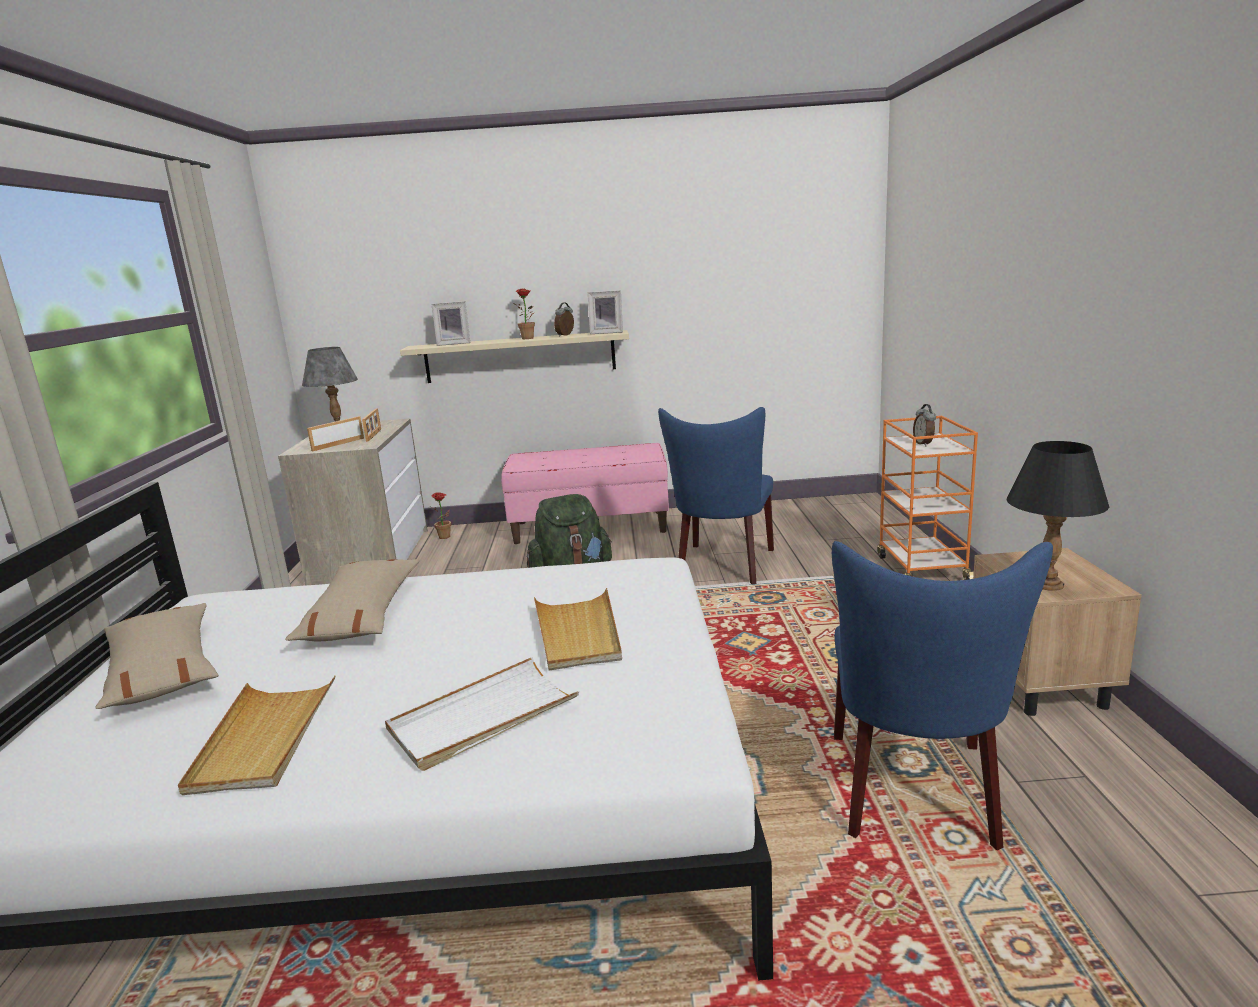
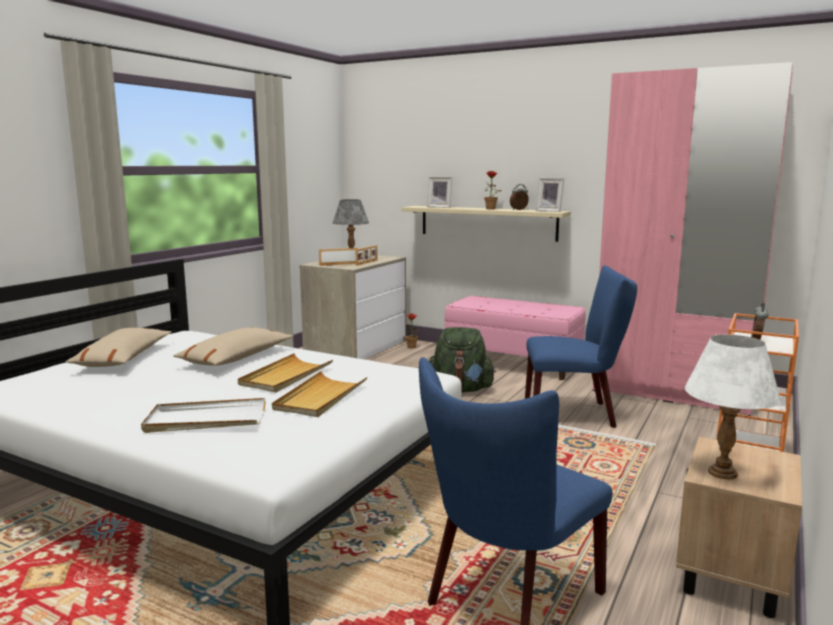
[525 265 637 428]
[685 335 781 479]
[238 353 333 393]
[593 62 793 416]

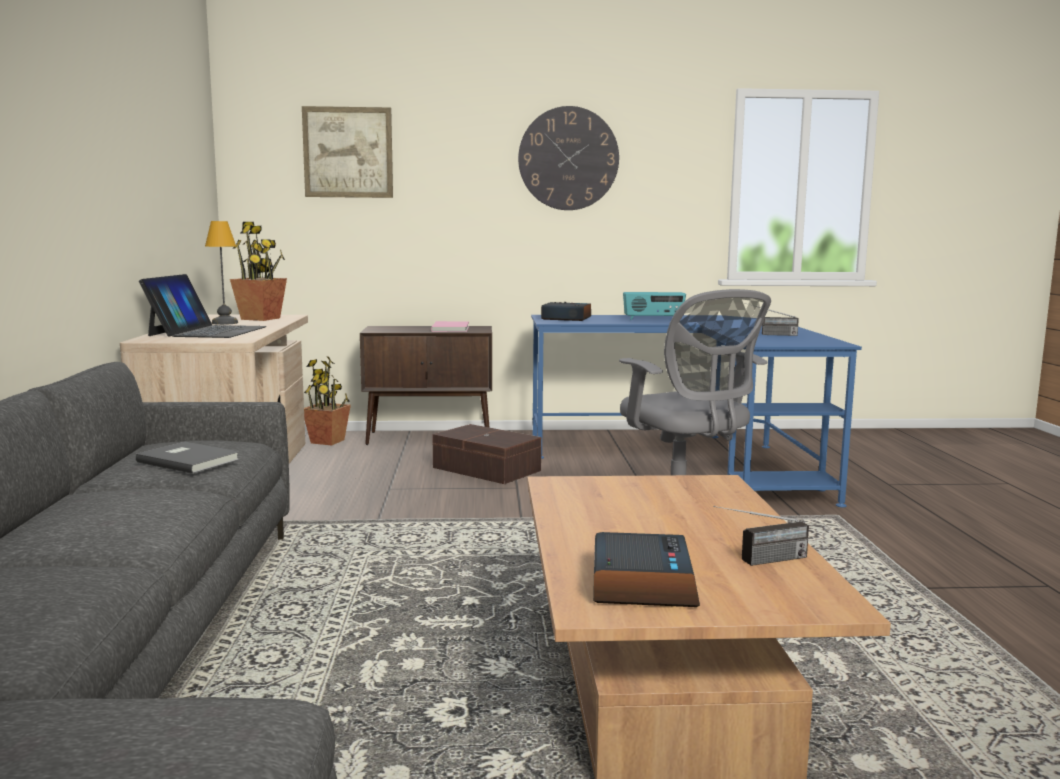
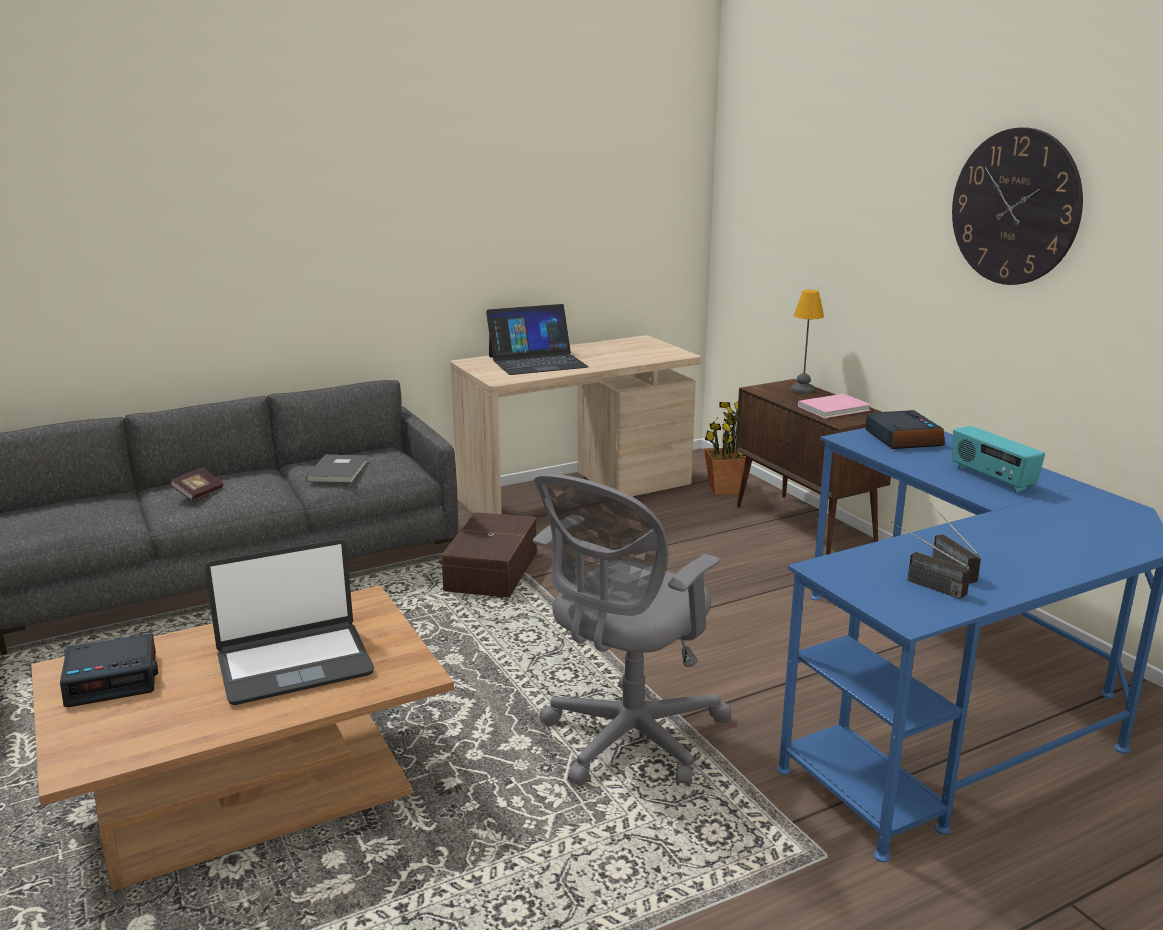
[302 106 393 198] (first image)
[790 290 824 394]
[230 222 287 321] (first image)
[441 512 537 598]
[891 522 971 599]
[170 468 223 500]
[205 539 374 705]

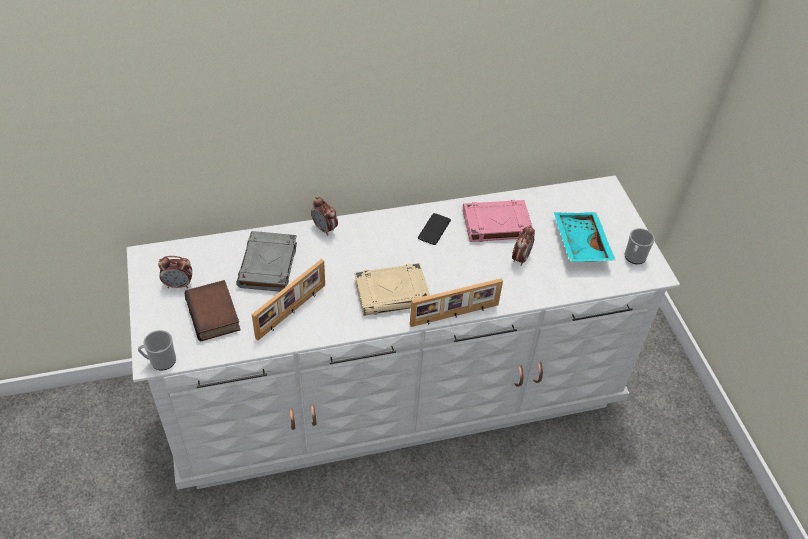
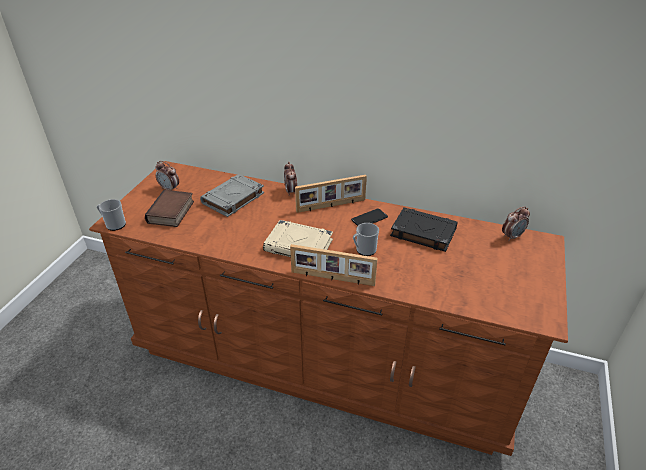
[89 161 568 456]
[390 208 458 252]
[554 212 616 262] (first image)
[502 206 530 241]
[353 223 379 256]
[295 175 367 213]

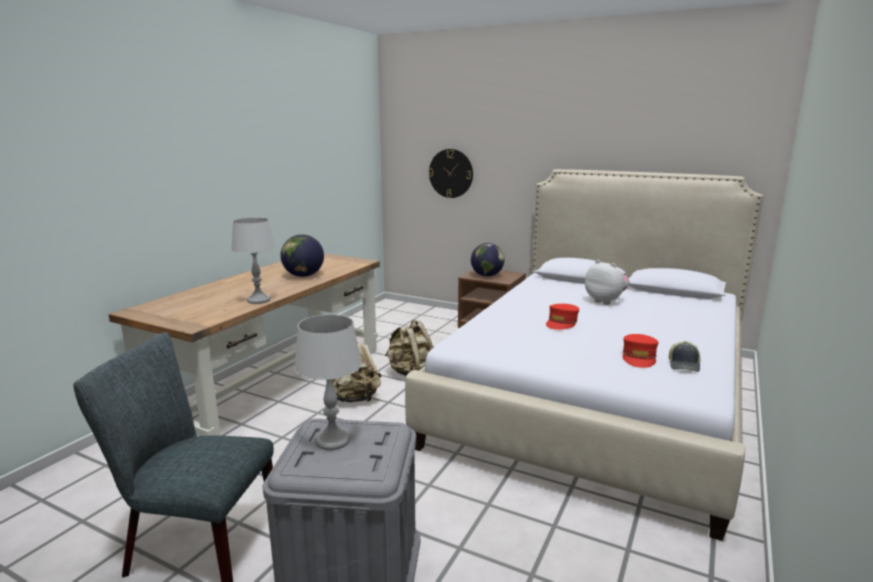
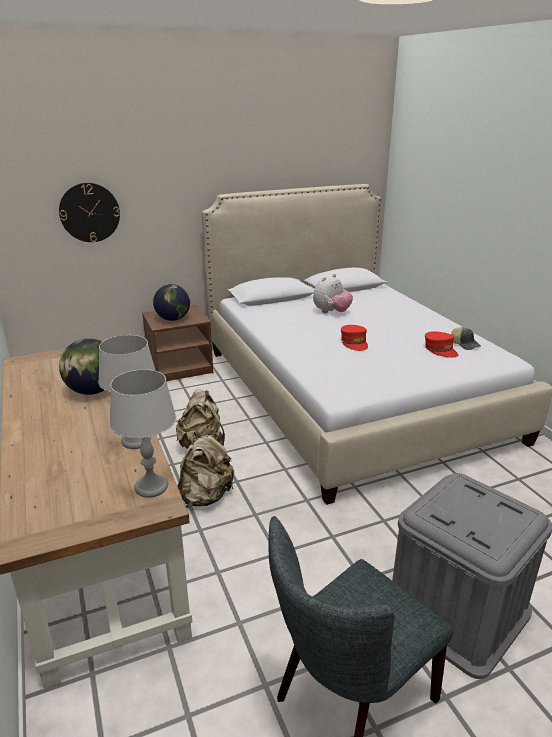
[313 274 353 313]
[109 369 176 498]

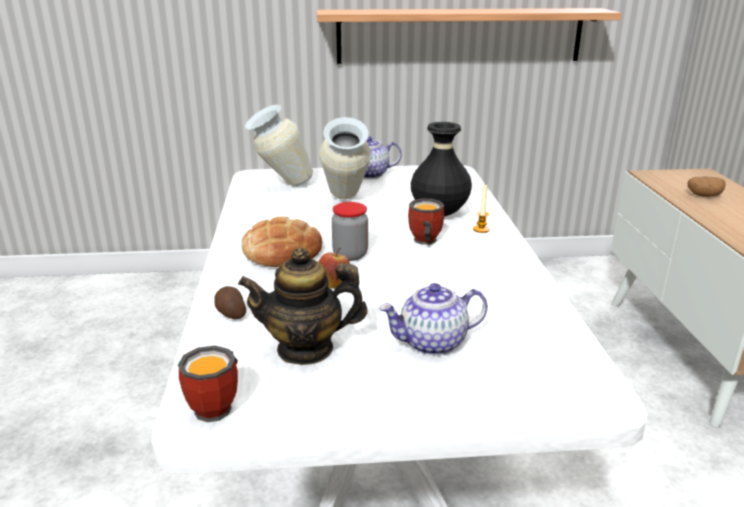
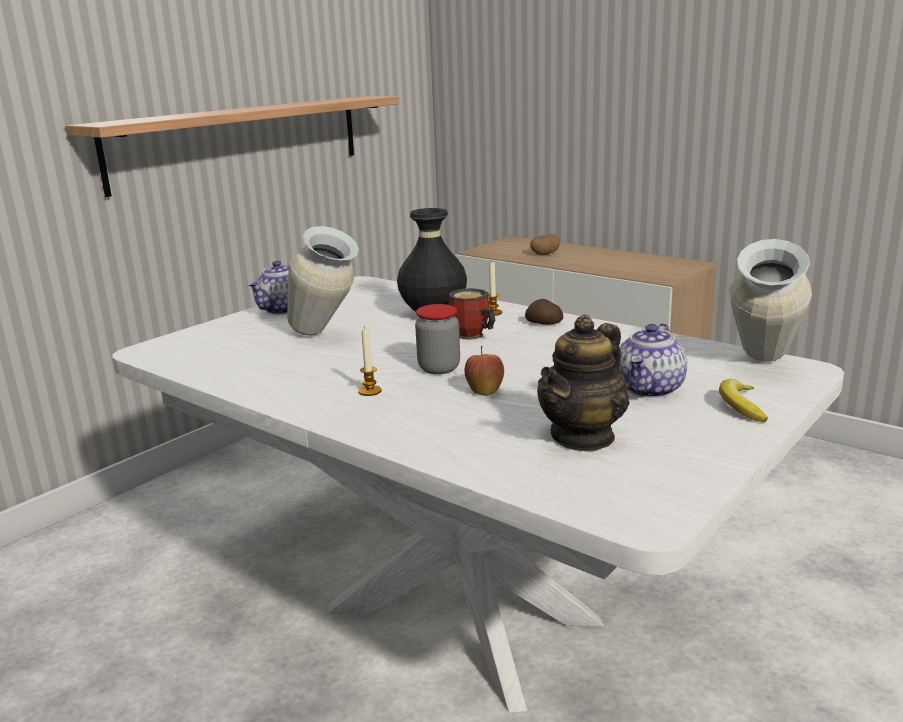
[729 239 812 362]
[358 328 382 396]
[525 299 563 325]
[178 345 238 422] (first image)
[719 379 768 422]

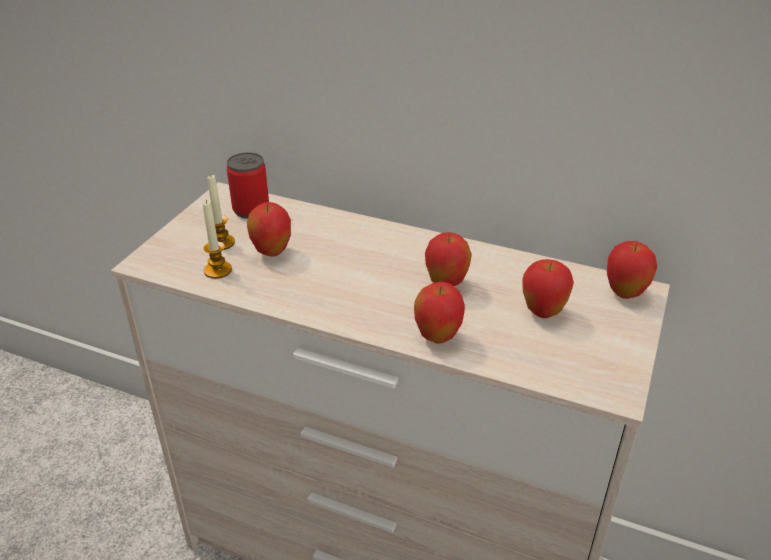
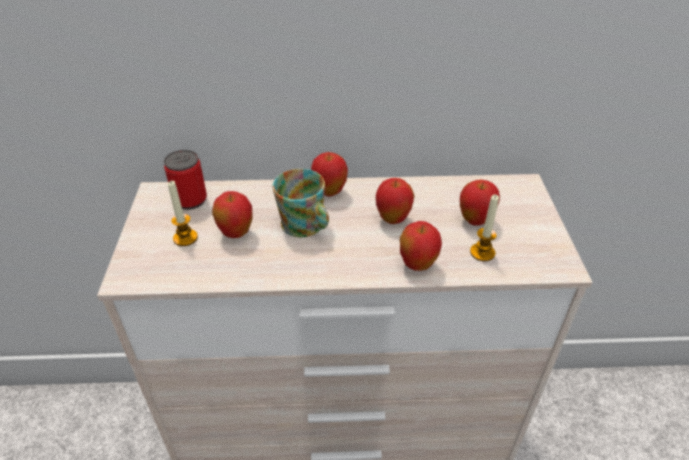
[470 195 499 261]
[311 152 348 197]
[272 169 329 237]

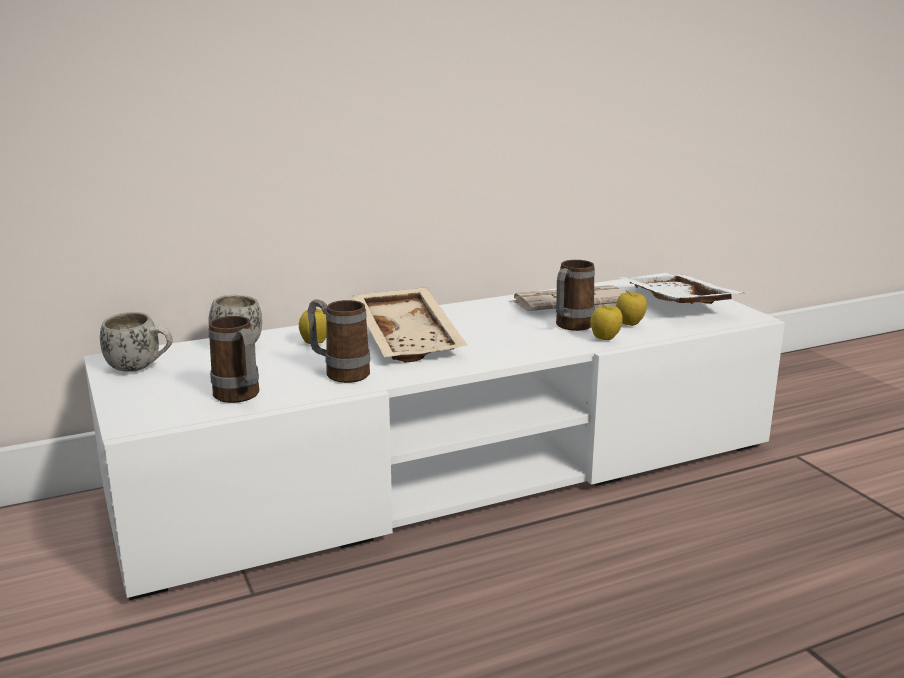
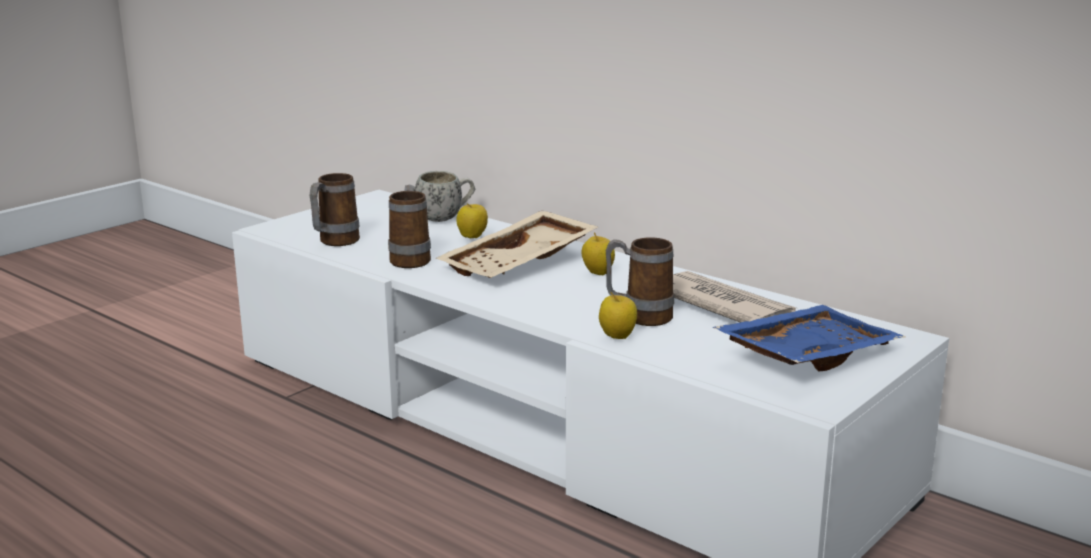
[712 305 906 371]
[581 232 615 275]
[100 312 173 372] (first image)

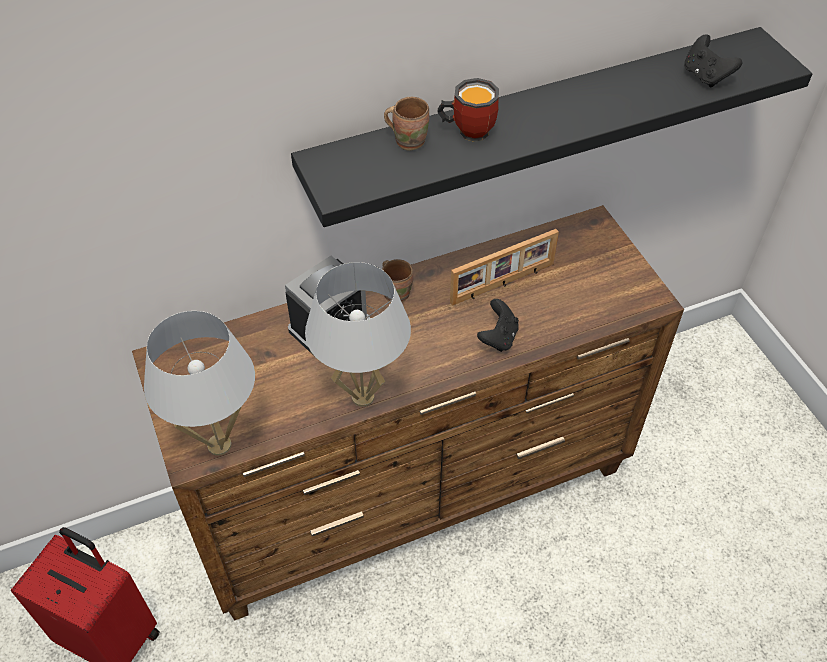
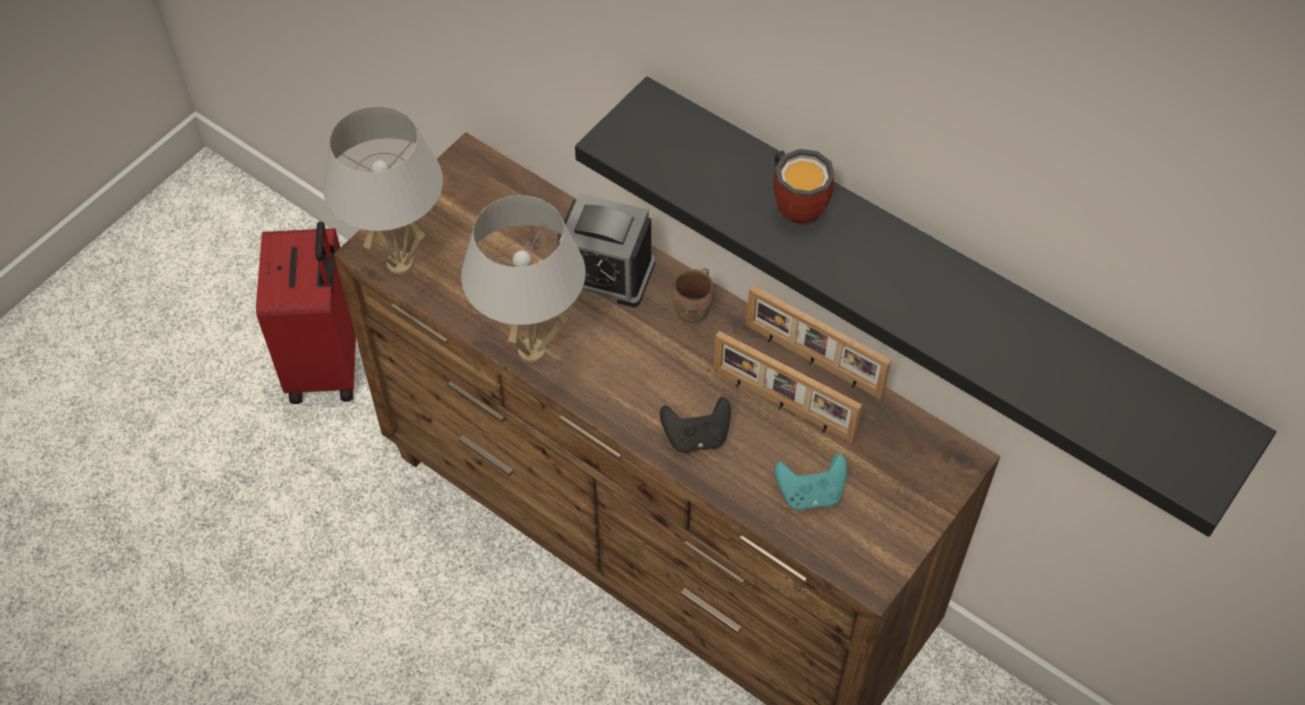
[684 35 742 88] (first image)
[384 97 429 151] (first image)
[746 285 892 400]
[774 453 847 511]

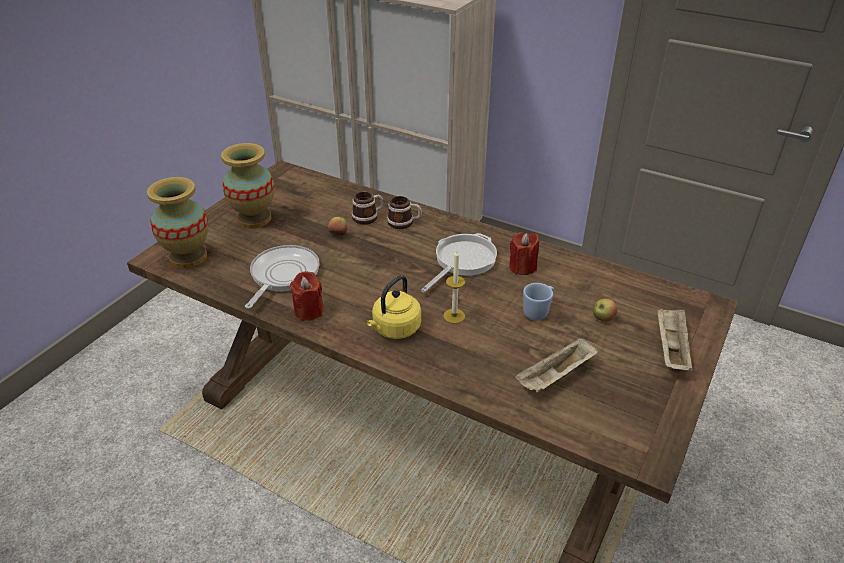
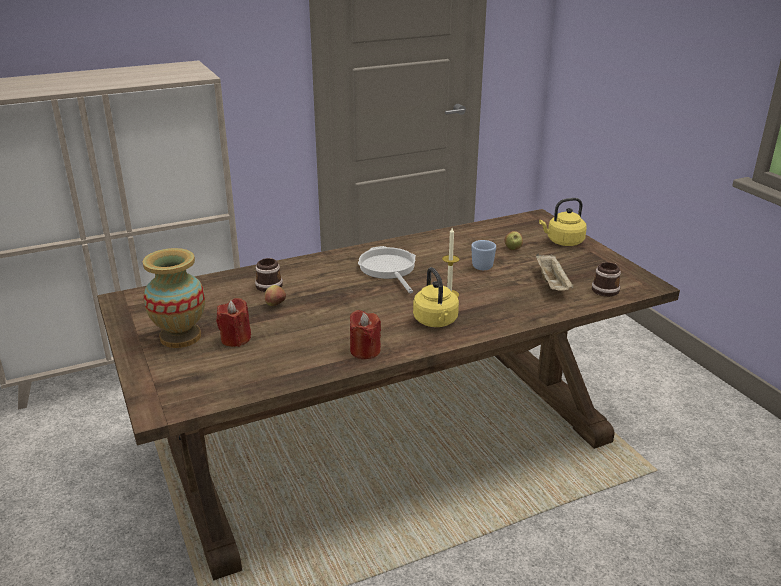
[147 177 209 268] (first image)
[592 262 621 297]
[216 298 251 347]
[245 245 319 309] (first image)
[539 198 587 246]

